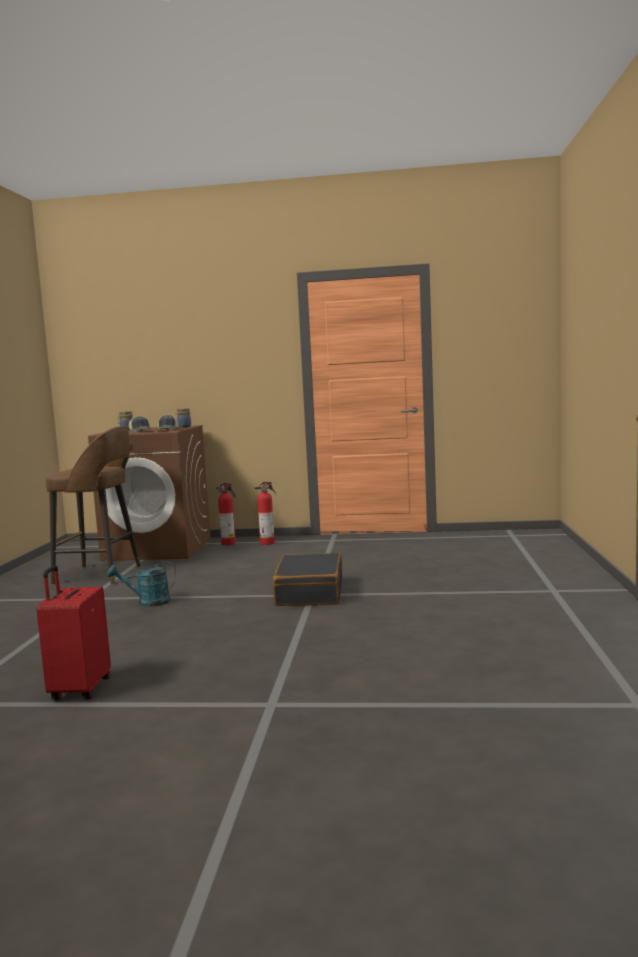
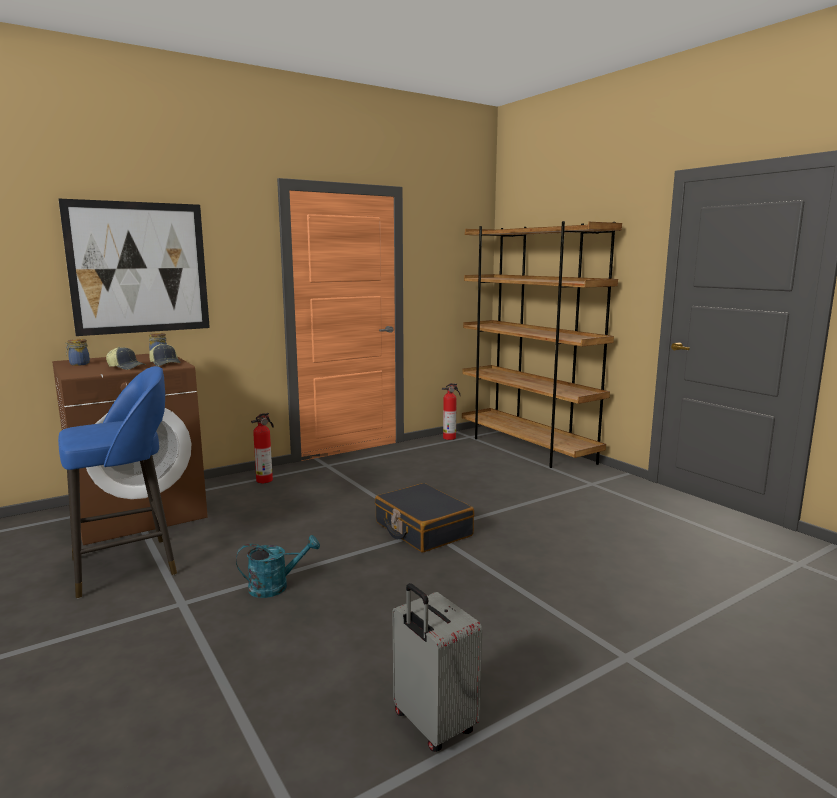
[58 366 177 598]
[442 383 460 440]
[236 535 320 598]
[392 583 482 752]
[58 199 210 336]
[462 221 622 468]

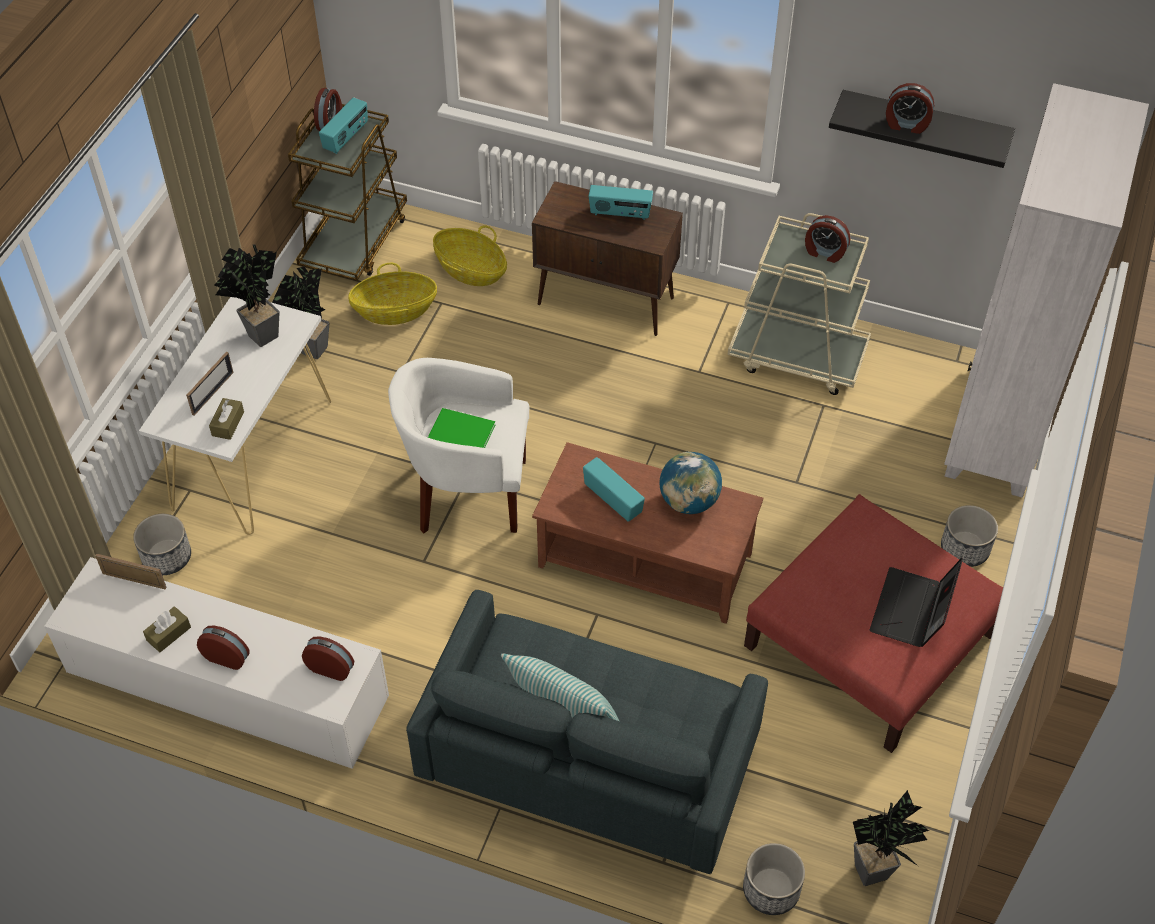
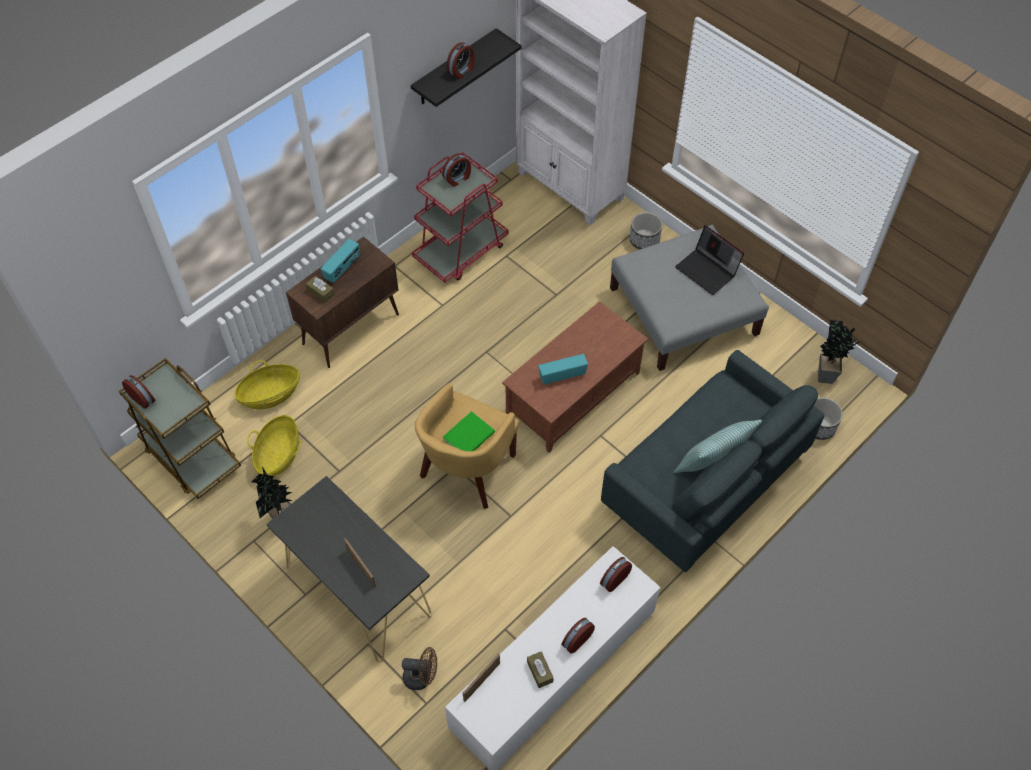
[319 97 368 154] (first image)
[412 152 509 283]
[214 244 280 347] (first image)
[266 476 431 662]
[415 383 519 509]
[306 276 335 303]
[659 452 722 514] (first image)
[610 224 769 371]
[402 647 437 690]

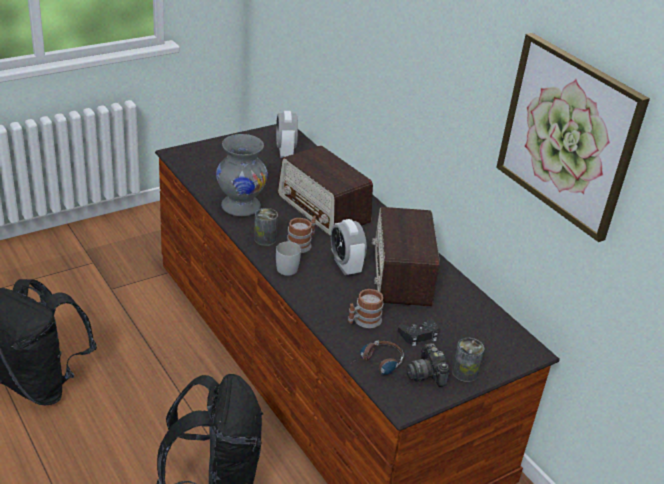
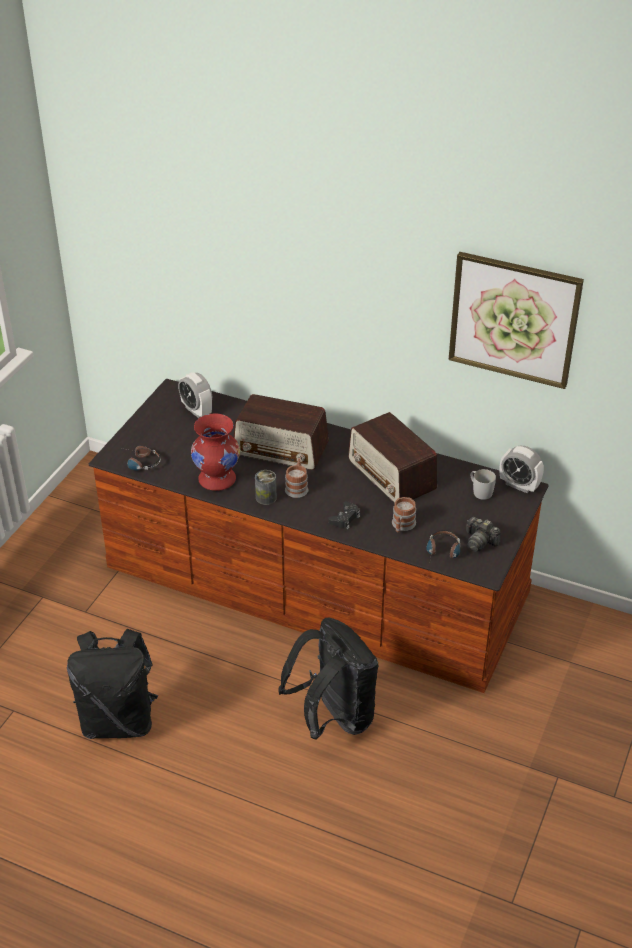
[191 413 240 491]
[500 446 544 493]
[471 469 496 500]
[328 501 360 529]
[452 338 484 382] (first image)
[127 446 161 471]

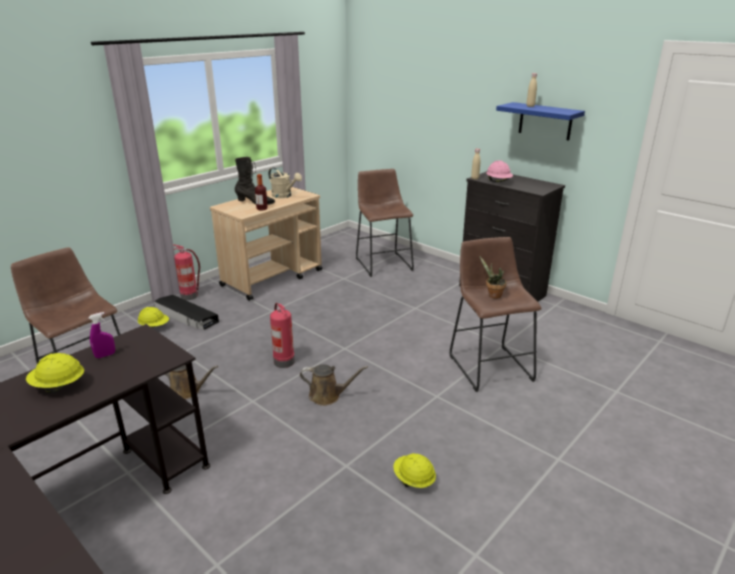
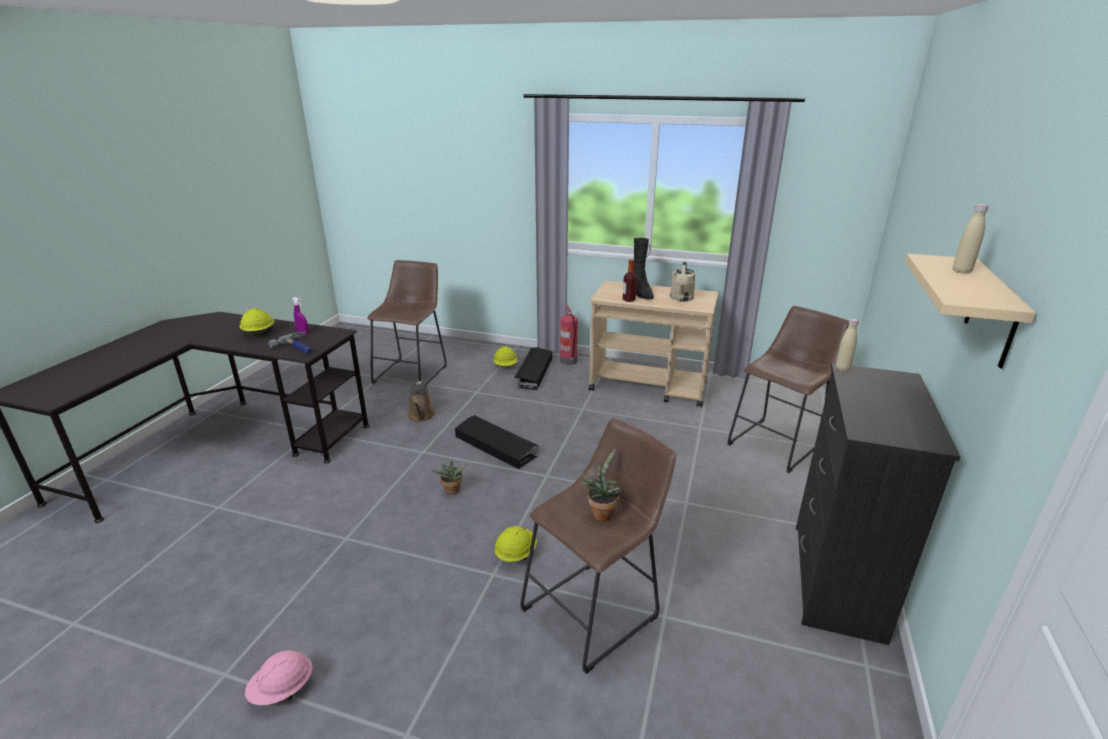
[905 254 1036 368]
[245 650 313 705]
[455 415 538 469]
[431 460 467 495]
[494 526 537 562]
[268 332 312 354]

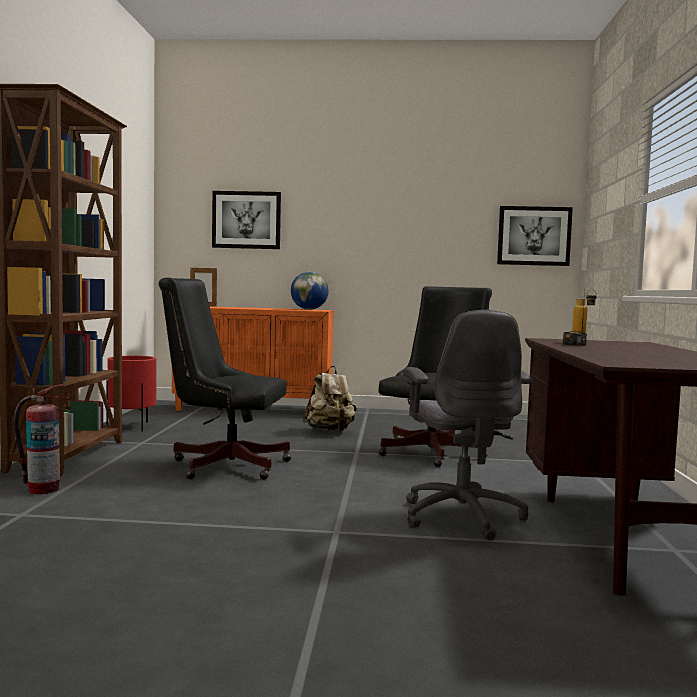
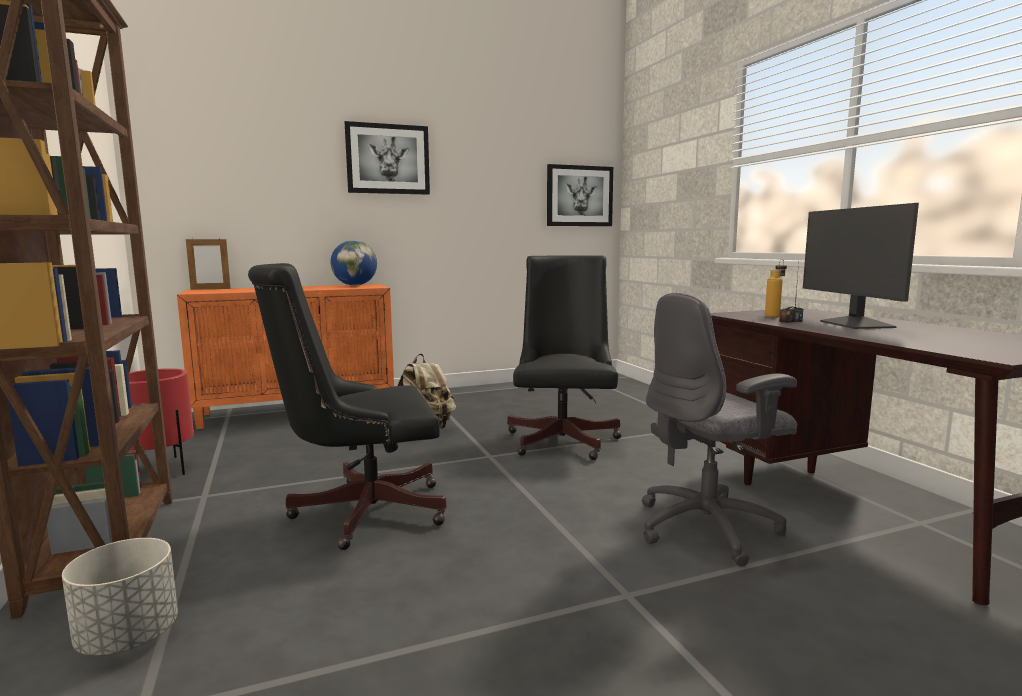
[345 121 430 195]
[642 293 797 567]
[62 538 178 656]
[803 203 919 329]

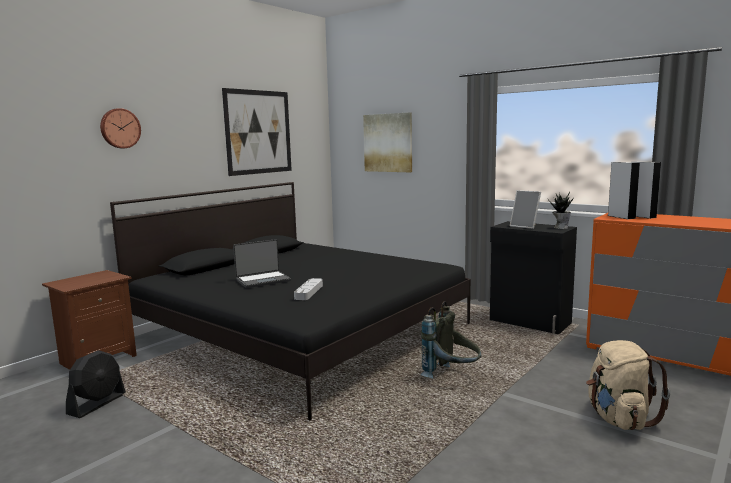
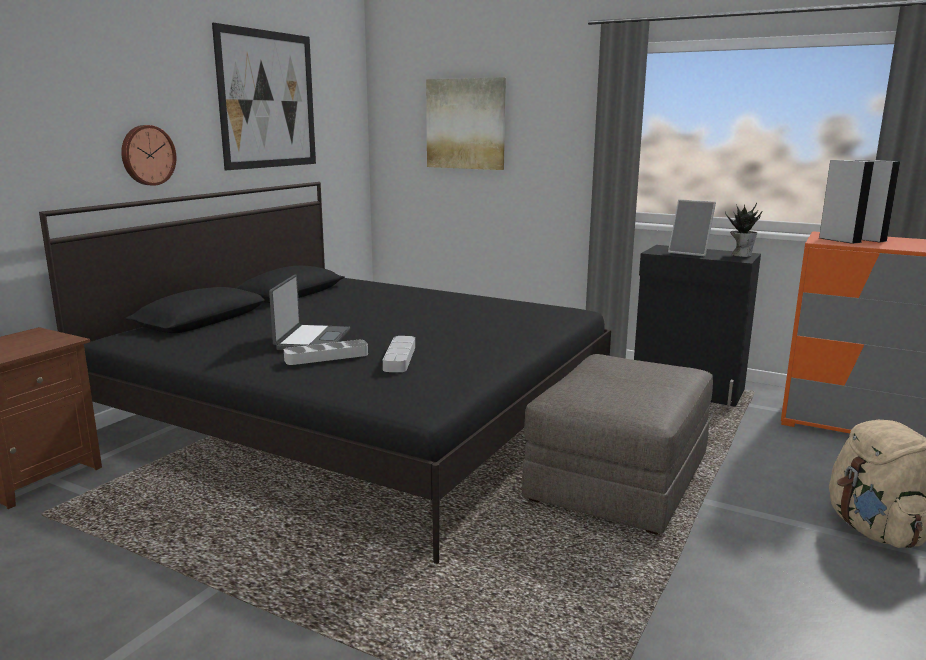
[121 125 176 186]
[269 275 350 350]
[522 354 713 534]
[66 350 126 418] (first image)
[284 340 368 365]

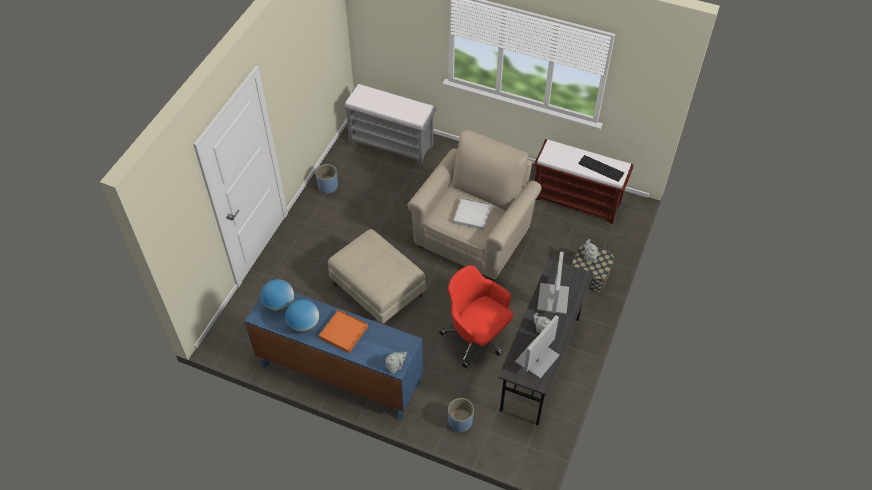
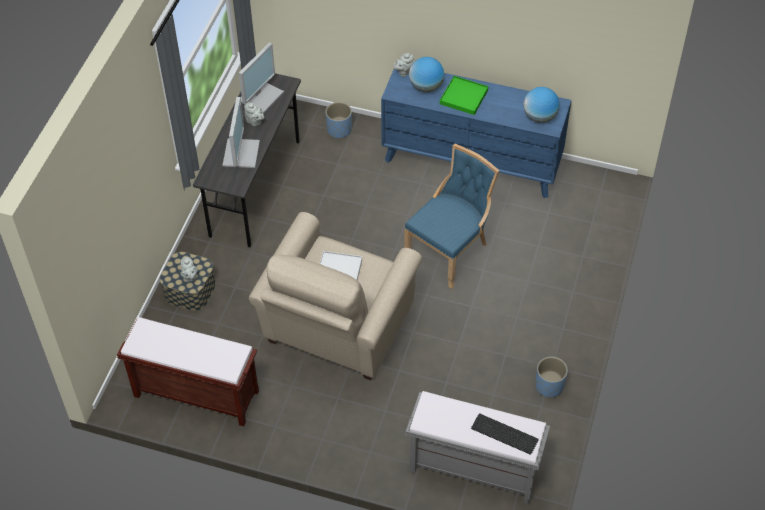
[471 413 539 455]
[404 144 499 289]
[439 265 513 368] (first image)
[409 57 444 92]
[440 76 488 115]

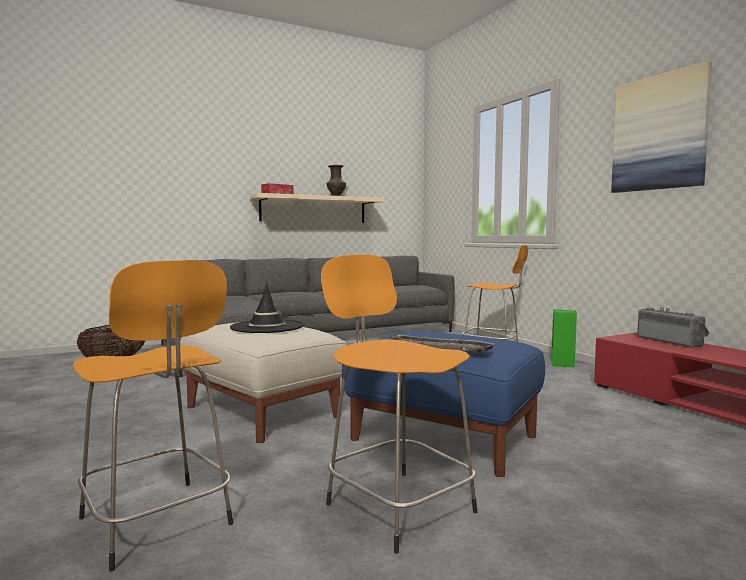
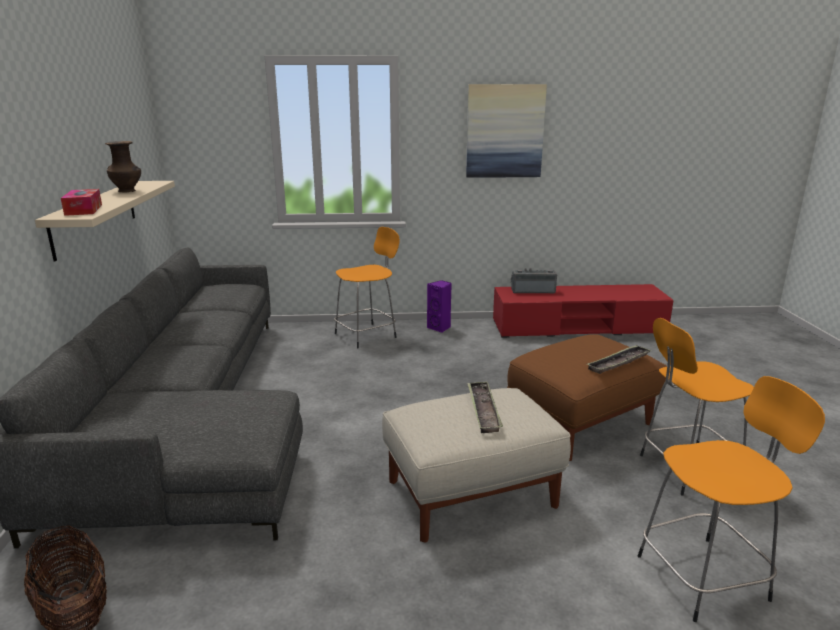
[467 381 503 433]
[427 280 452 333]
[507 334 667 461]

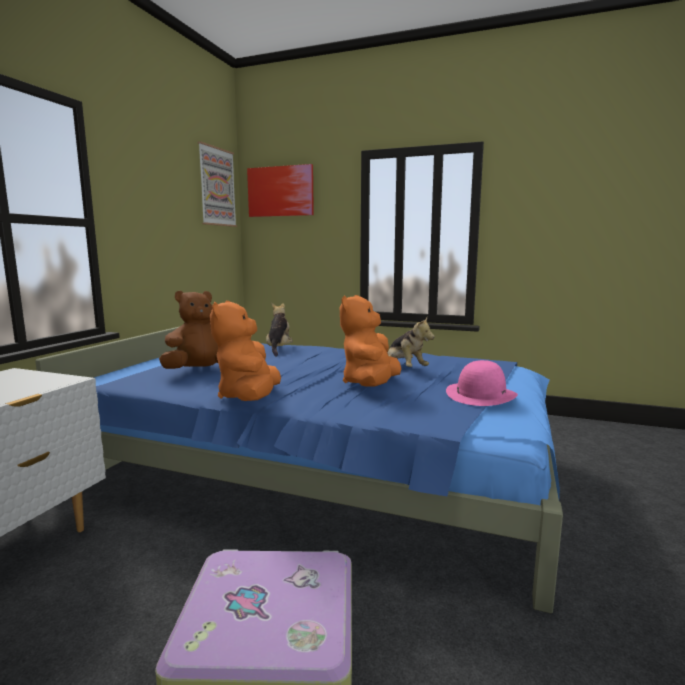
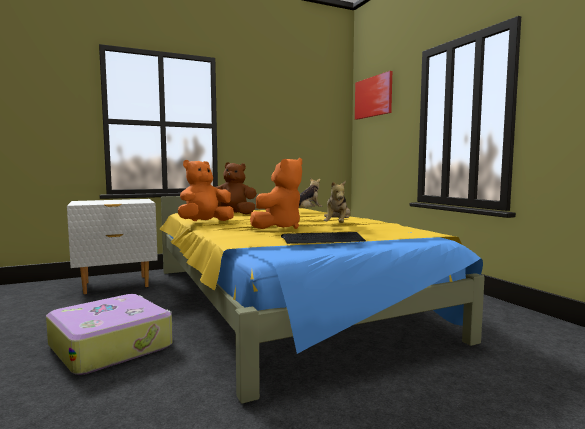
[198 141 237 227] (first image)
[250 158 302 229]
[160 194 485 403]
[281 232 366 244]

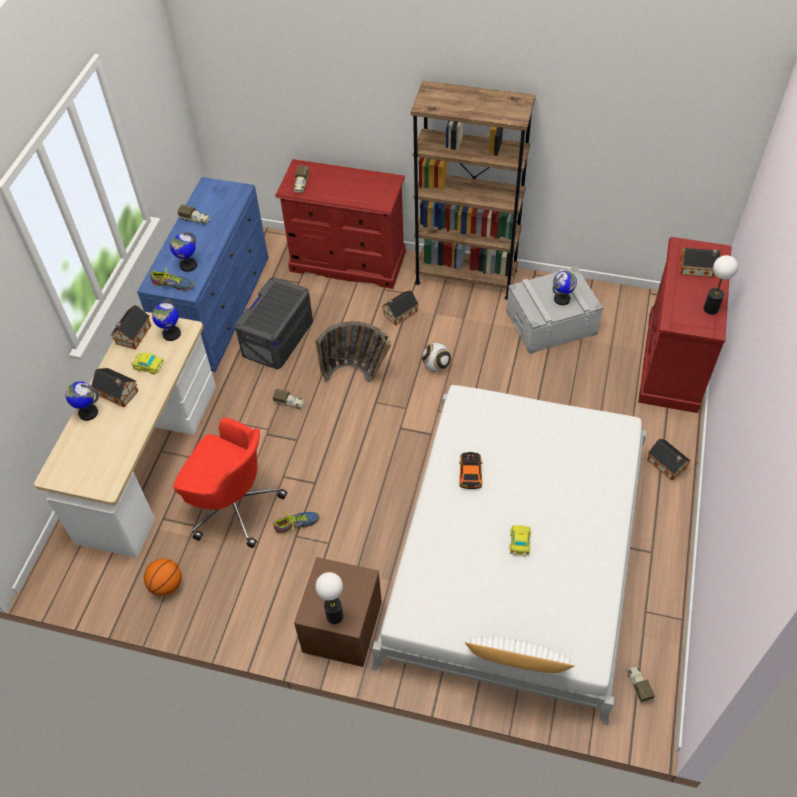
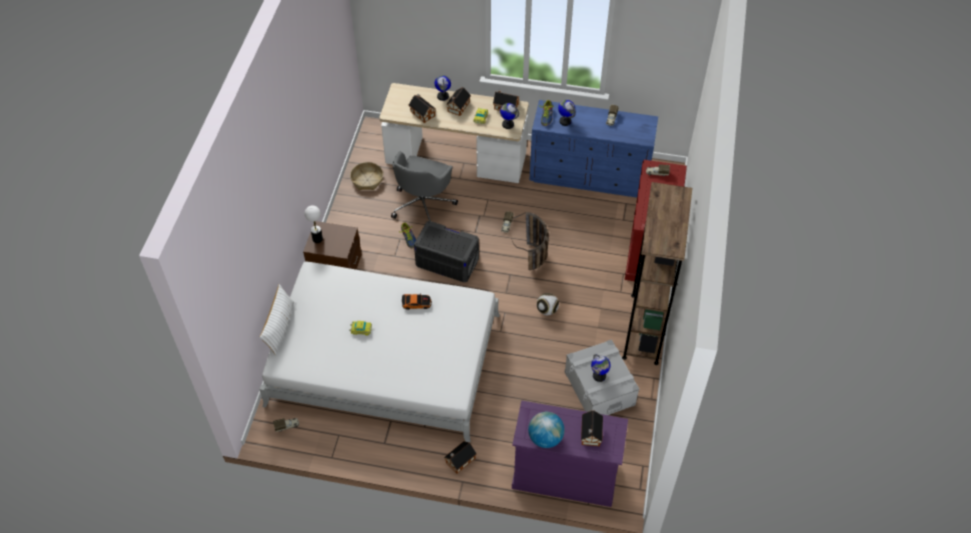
[512 400 628 507]
[528 412 565 448]
[414 221 479 282]
[409 94 436 123]
[391 151 458 221]
[350 162 383 190]

